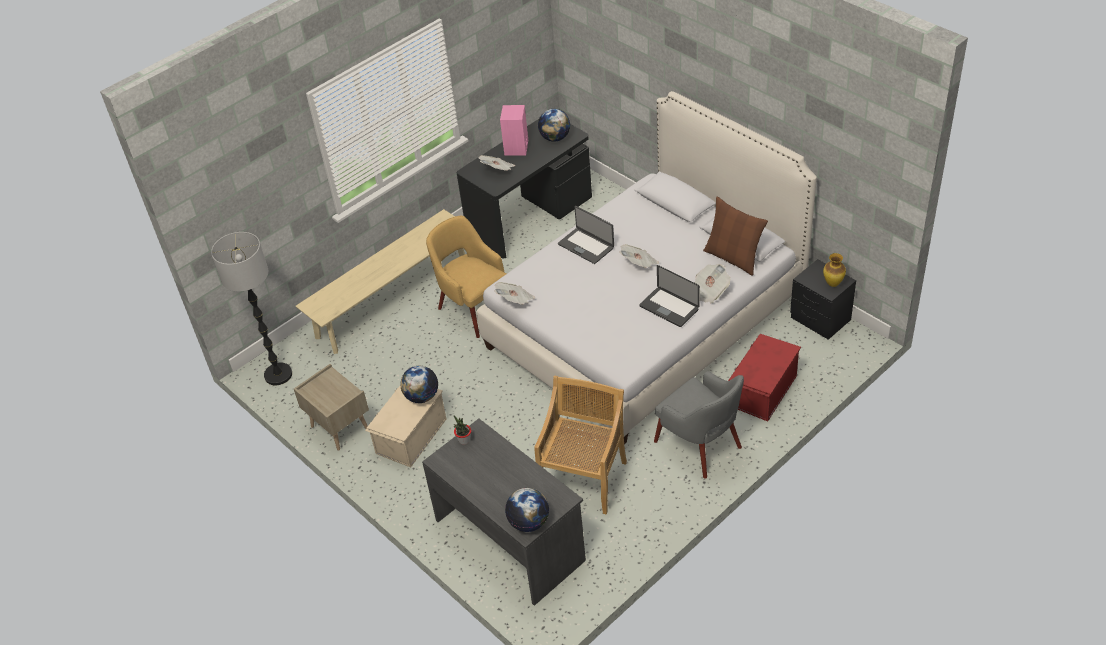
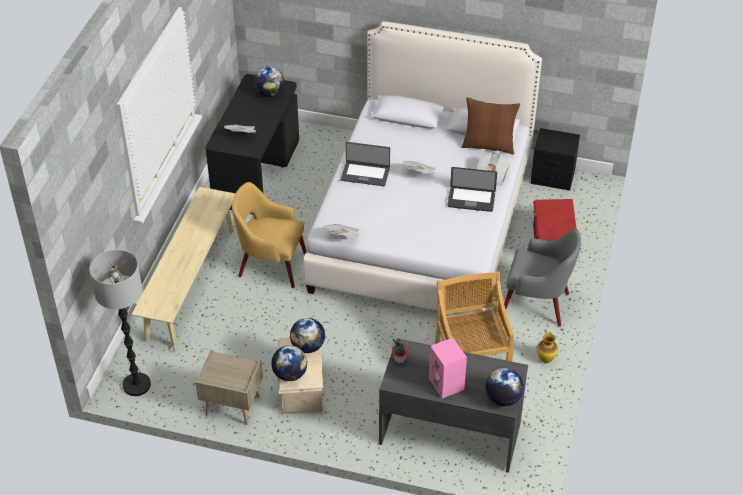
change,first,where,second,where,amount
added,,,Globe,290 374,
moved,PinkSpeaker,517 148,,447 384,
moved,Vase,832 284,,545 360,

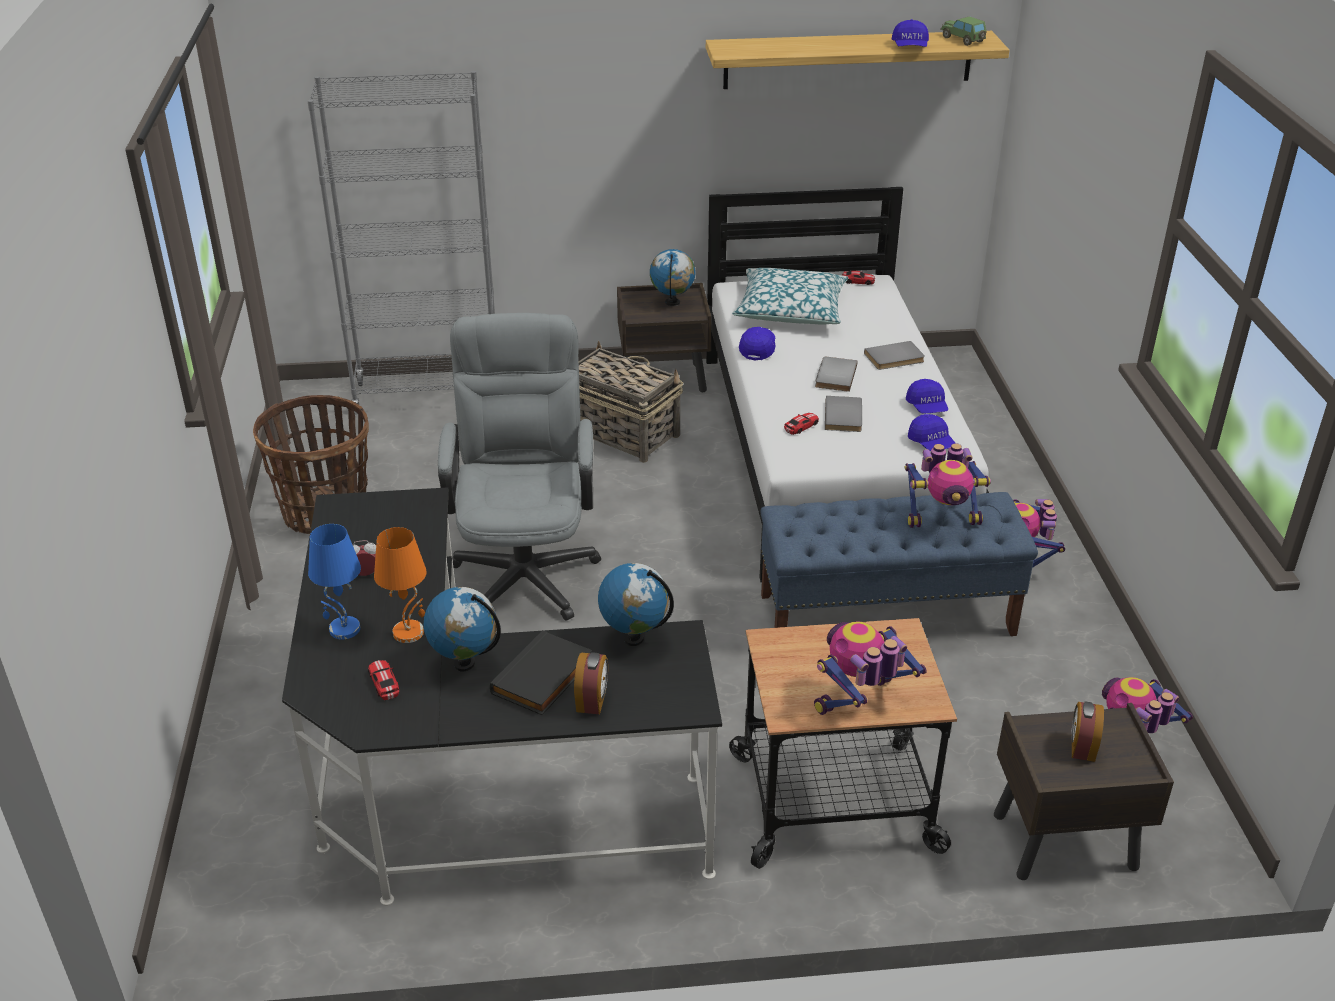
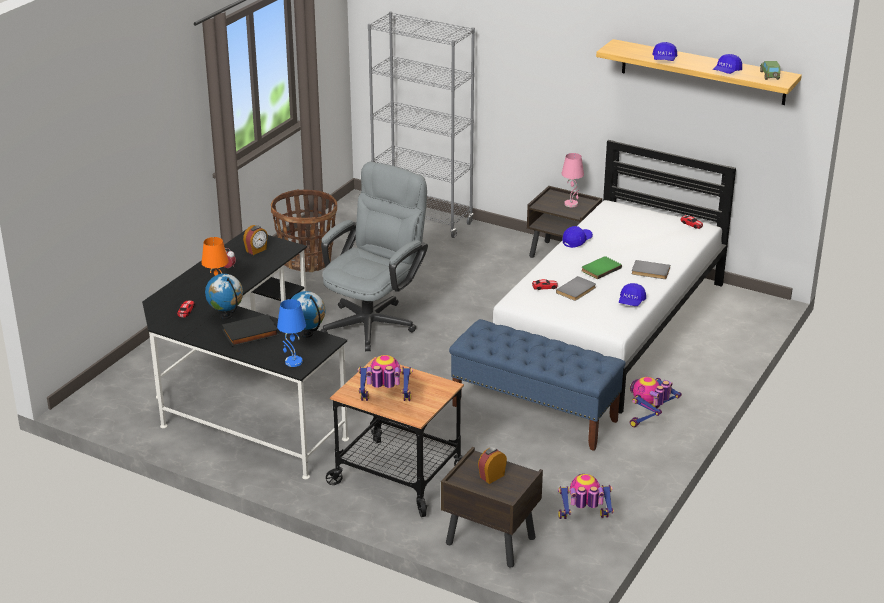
change,first,where,second,where,amount
moved,AlarmClock,592 700,,256 250,
moved,BlueTableLamp,344 630,,293 362,
replaced,Globe,672 302,PinkTableLamp,571 204,
recoloured,GreyBook,834 376,GreenBook,600 269,
moved,BlueCap,931 443,,664 60,
removed,Basket,620 432,,,
removed,Pillow,790 310,,,
removed,ToyRobot,942 518,,,

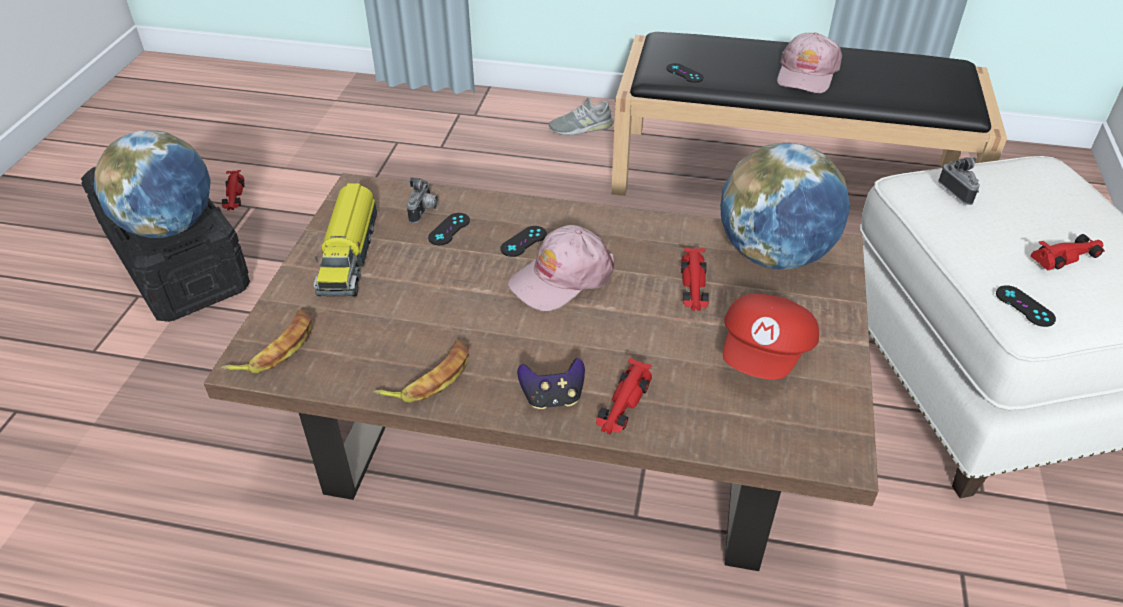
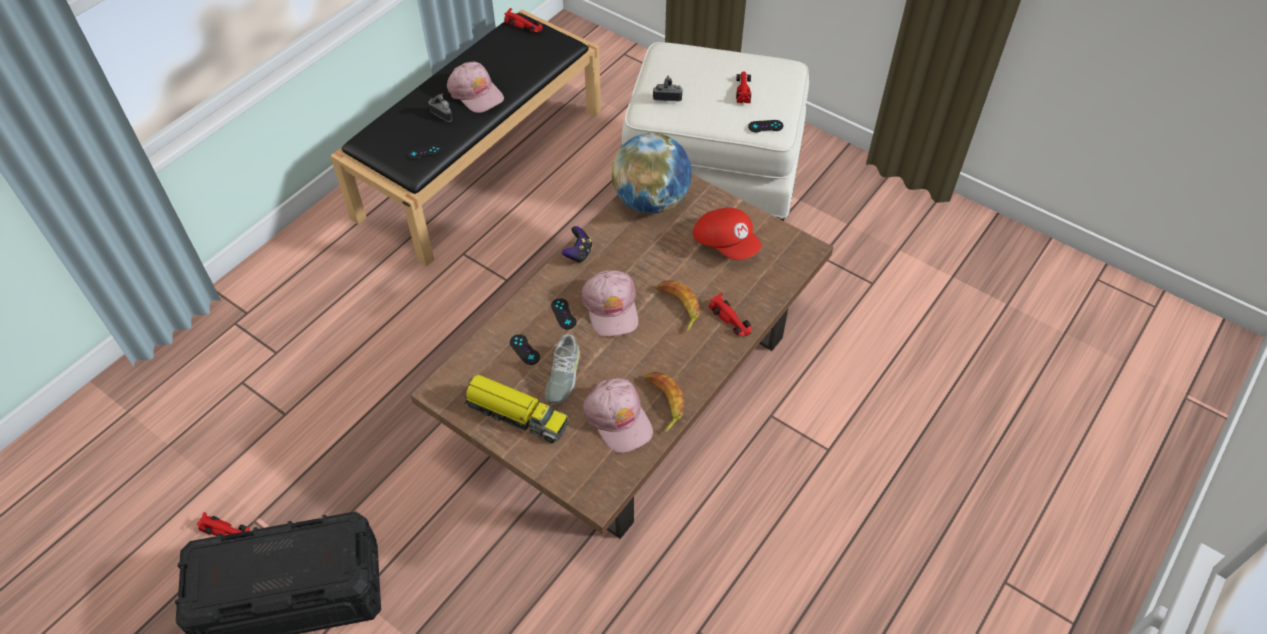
change,first,where,second,where,amount
moved,PhotoCamera,424 212,,443 114,
moved,RedToyCar,694 287,,524 25,
moved,GreyShoe,581 127,,562 375,
moved,GameController,552 398,,578 254,
added,,,PinkCap,618 418,
moved,Banana,276 348,,677 307,
removed,Globe,170 226,,,

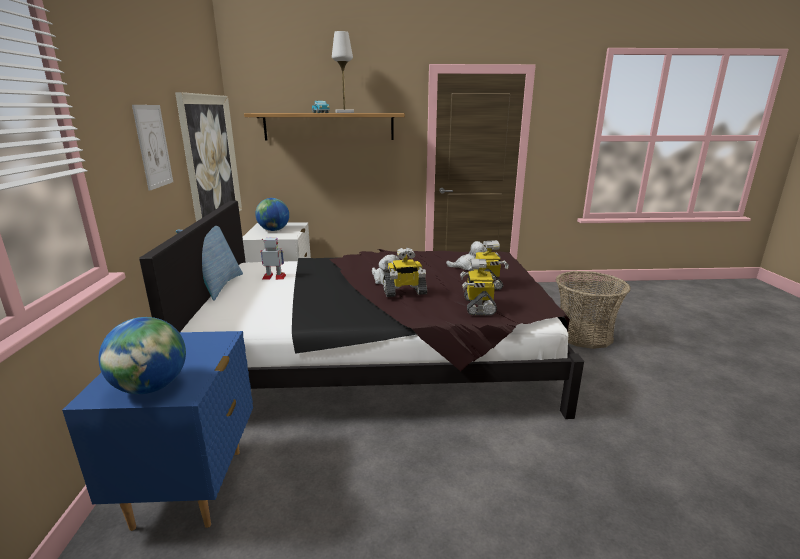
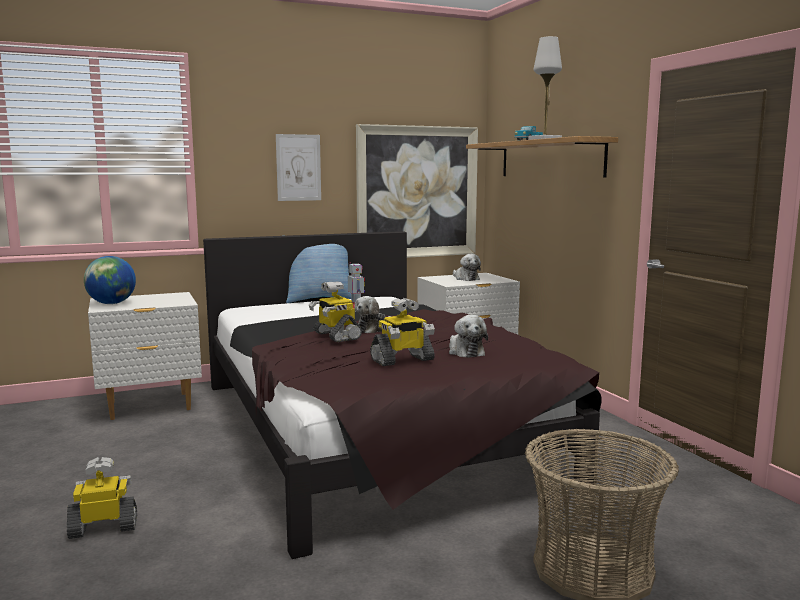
change,first,where,second,where,amount
moved,ToyRobot,478 306,,104 527,
recoloured,BlueNightstand,192 487,WhiteNightstand,150 406,
replaced,Globe,274 230,PlushToy,465 278,

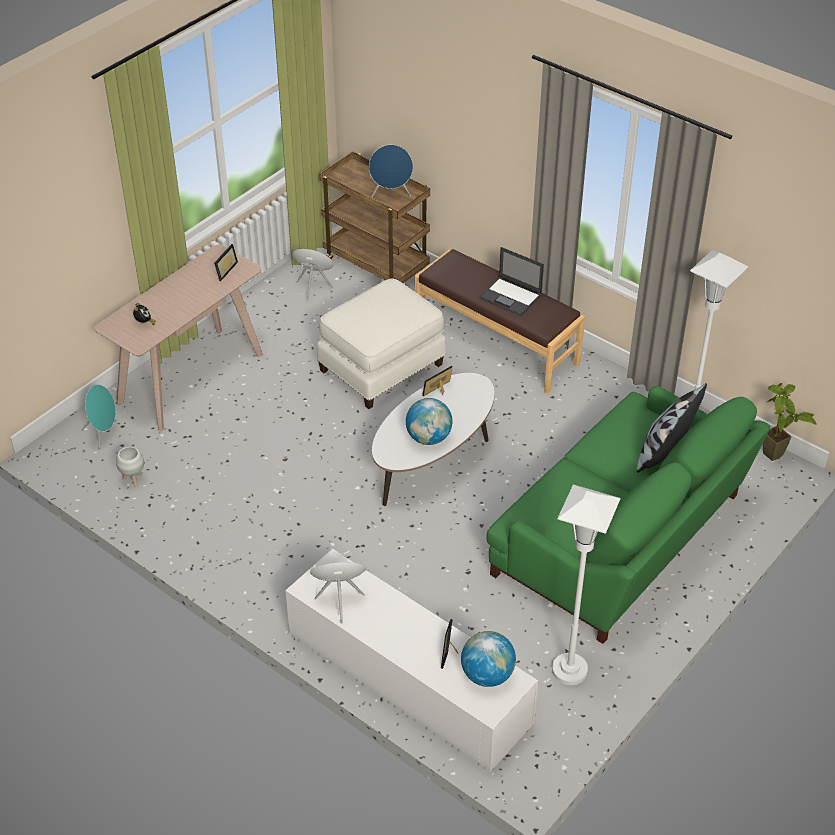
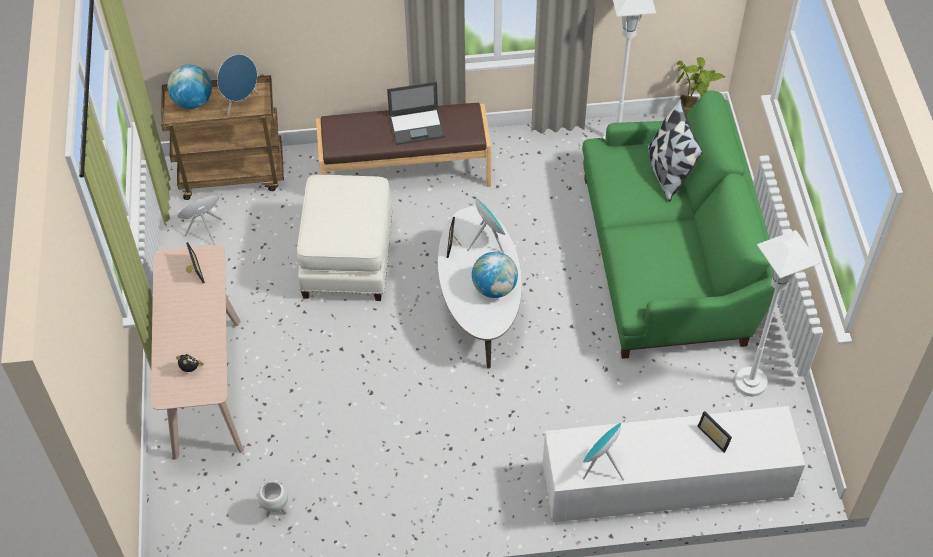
change,first,where,second,where,amount
moved,Globe,487 675,,193 101,
moved,TurquoiseSpeaker,103 434,,487 240,

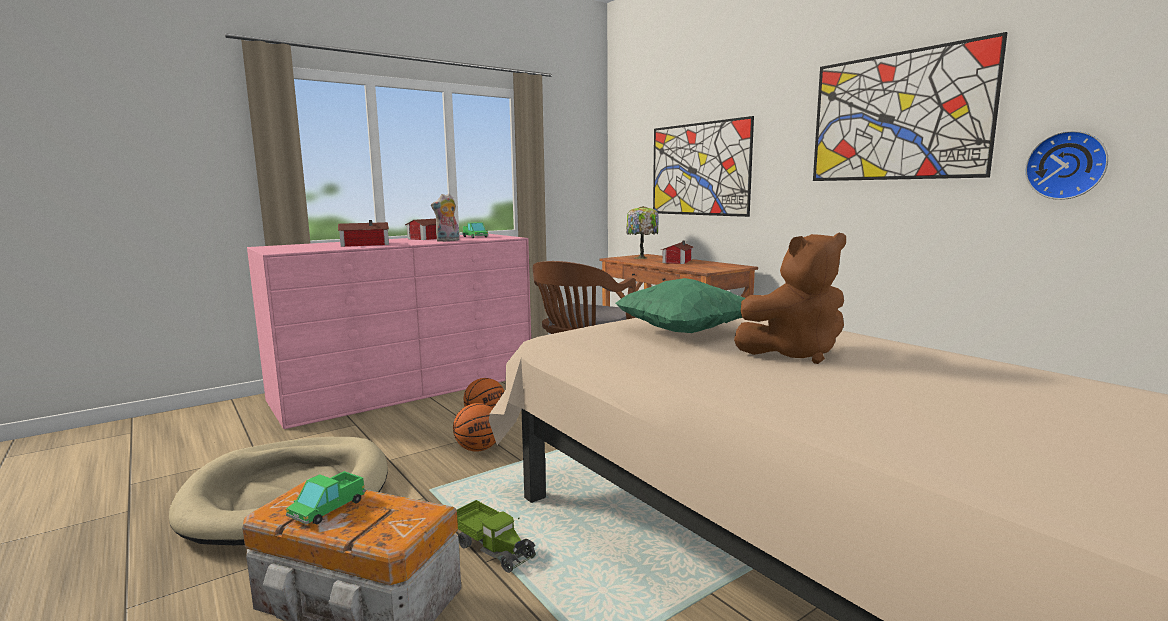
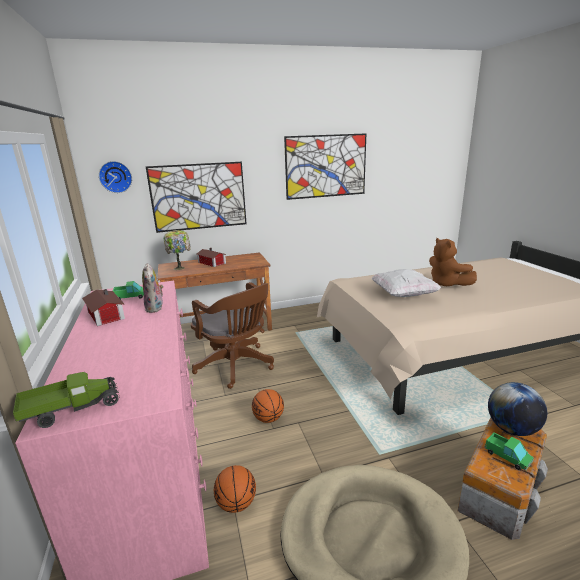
change,first,where,second,where,amount
moved,ToyTruck,492 548,,72 409,
moved,WallClock,1066 165,,115 177,
moved,Basketball,478 449,,236 503,
recoloured,GreenPillow,684 332,WhitePillow,403 295,
turned,BrownPlushToy,794 354,,446 284,150 degrees clockwise
added,,,Globe,512 429,
removed,ToyHouse,363 244,,,

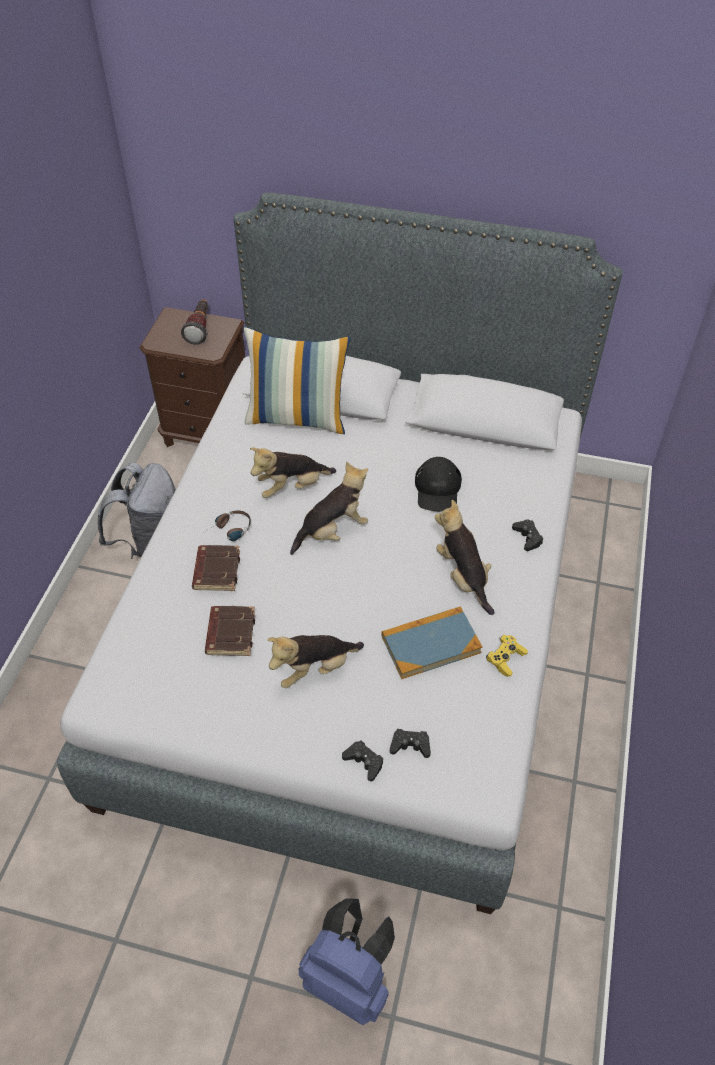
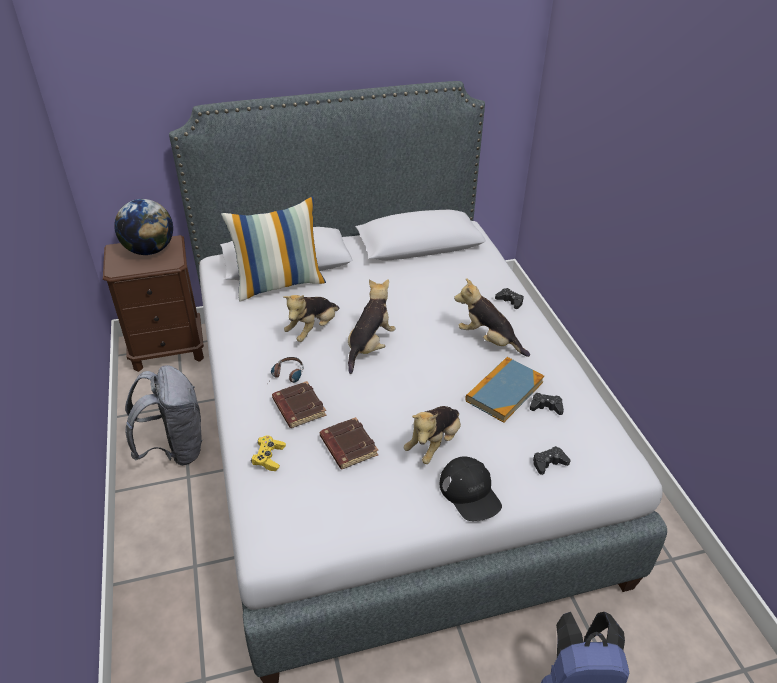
change,first,where,second,where,amount
replaced,Flashlight,200 329,Globe,150 250,
moved,YellowGameController,505 659,,269 458,
moved,BlackCap,437 489,,470 492,
moved,BlackGameController,364 762,,546 407,

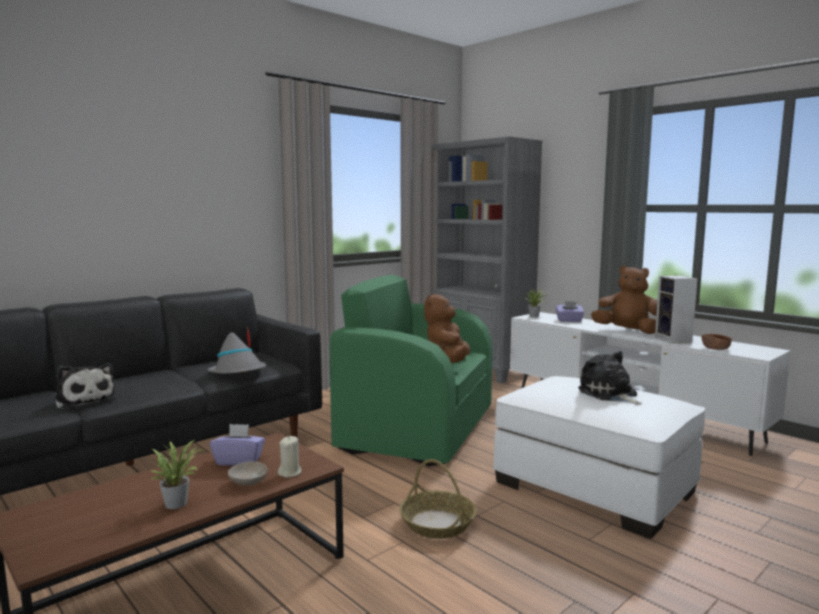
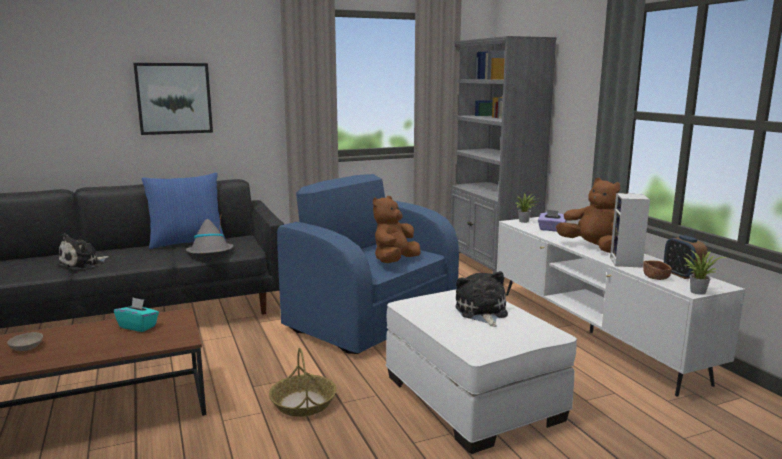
change,first,where,second,where,amount
moved,BeigeBowl,247 481,,26 348,
turned,PlushToy,84 400,,83 264,60 degrees clockwise
recoloured,PurpleTissueBox,239 461,TurquoiseTissueBox,138 326,
added,,,Picture,174 98,
added,,,BluePillow,187 242,
recoloured,GreenArmchair,417 428,BlueArmchair,372 318,
added,,,AlarmClock,682 275,
moved,PottedPlant,176 502,,697 291,
removed,BeigeCandle,290 473,,,

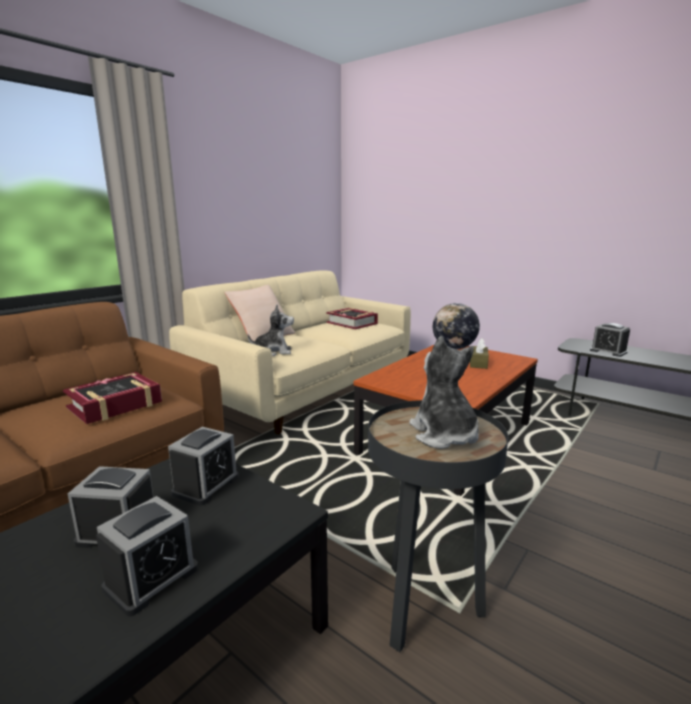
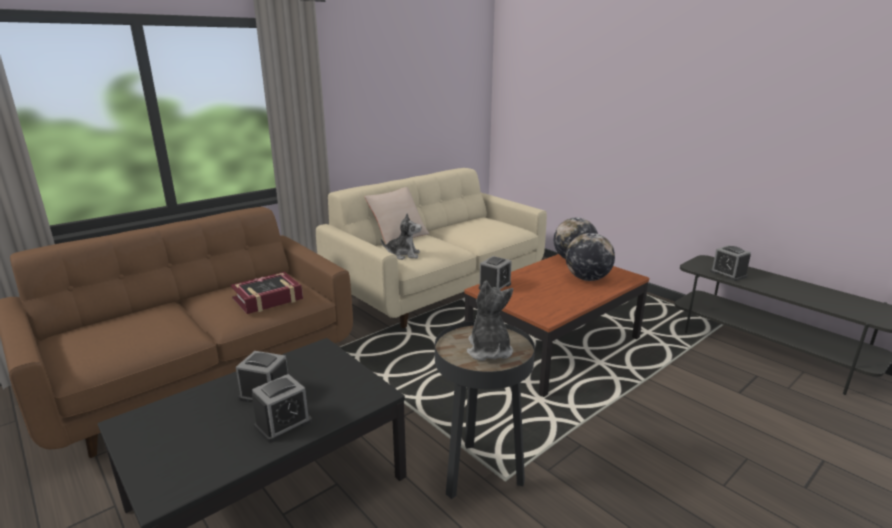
change,first,where,second,where,amount
moved,AlarmClock,206 485,,495 286,
replaced,BrownTissueBox,478 363,Globe,587 279,
removed,Book,352 323,,,

